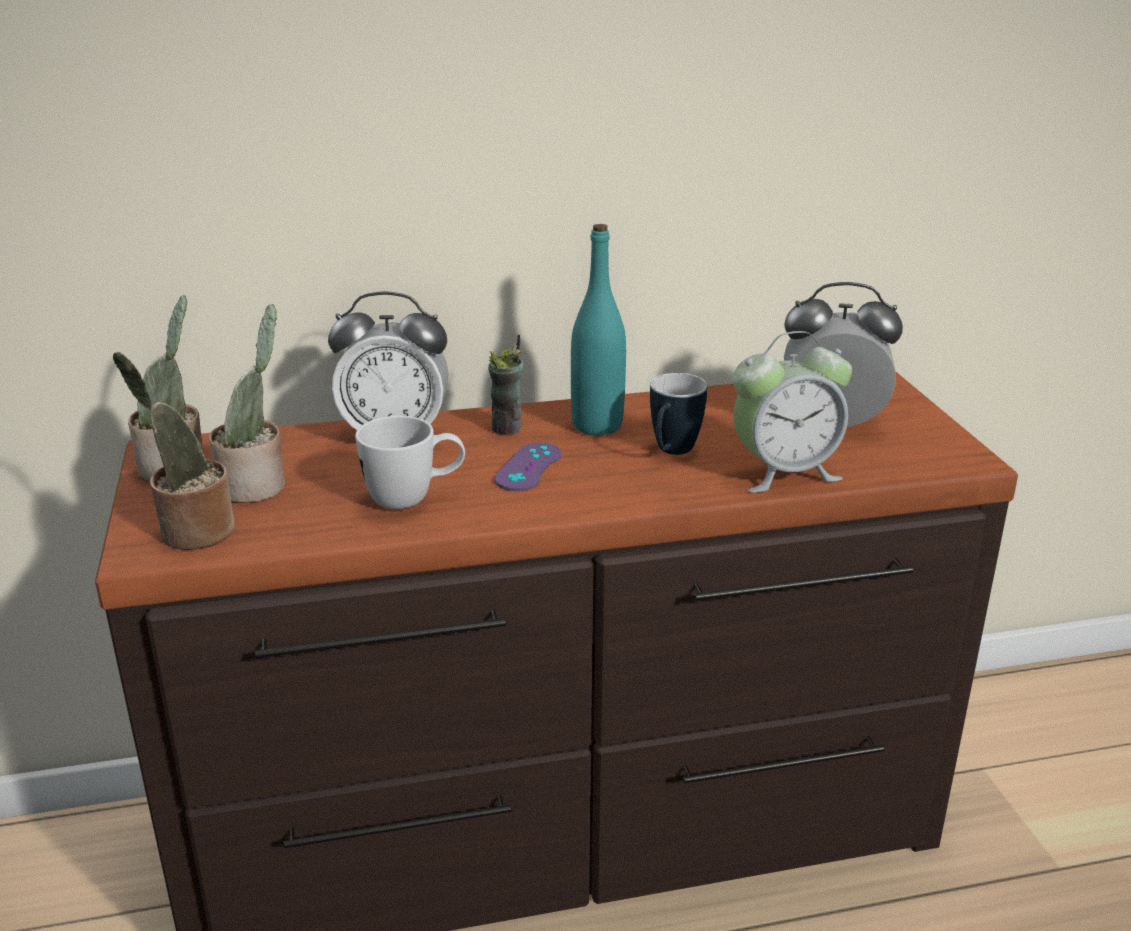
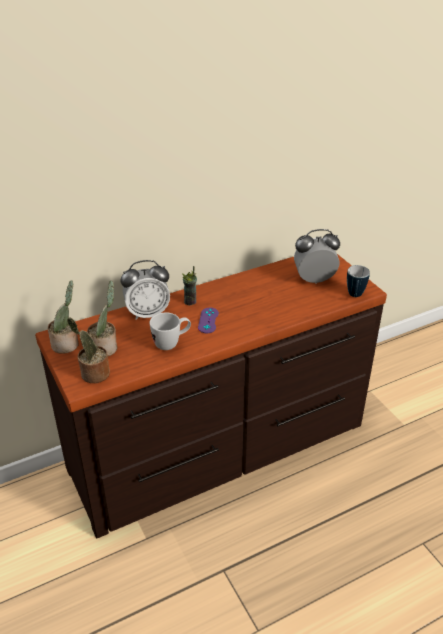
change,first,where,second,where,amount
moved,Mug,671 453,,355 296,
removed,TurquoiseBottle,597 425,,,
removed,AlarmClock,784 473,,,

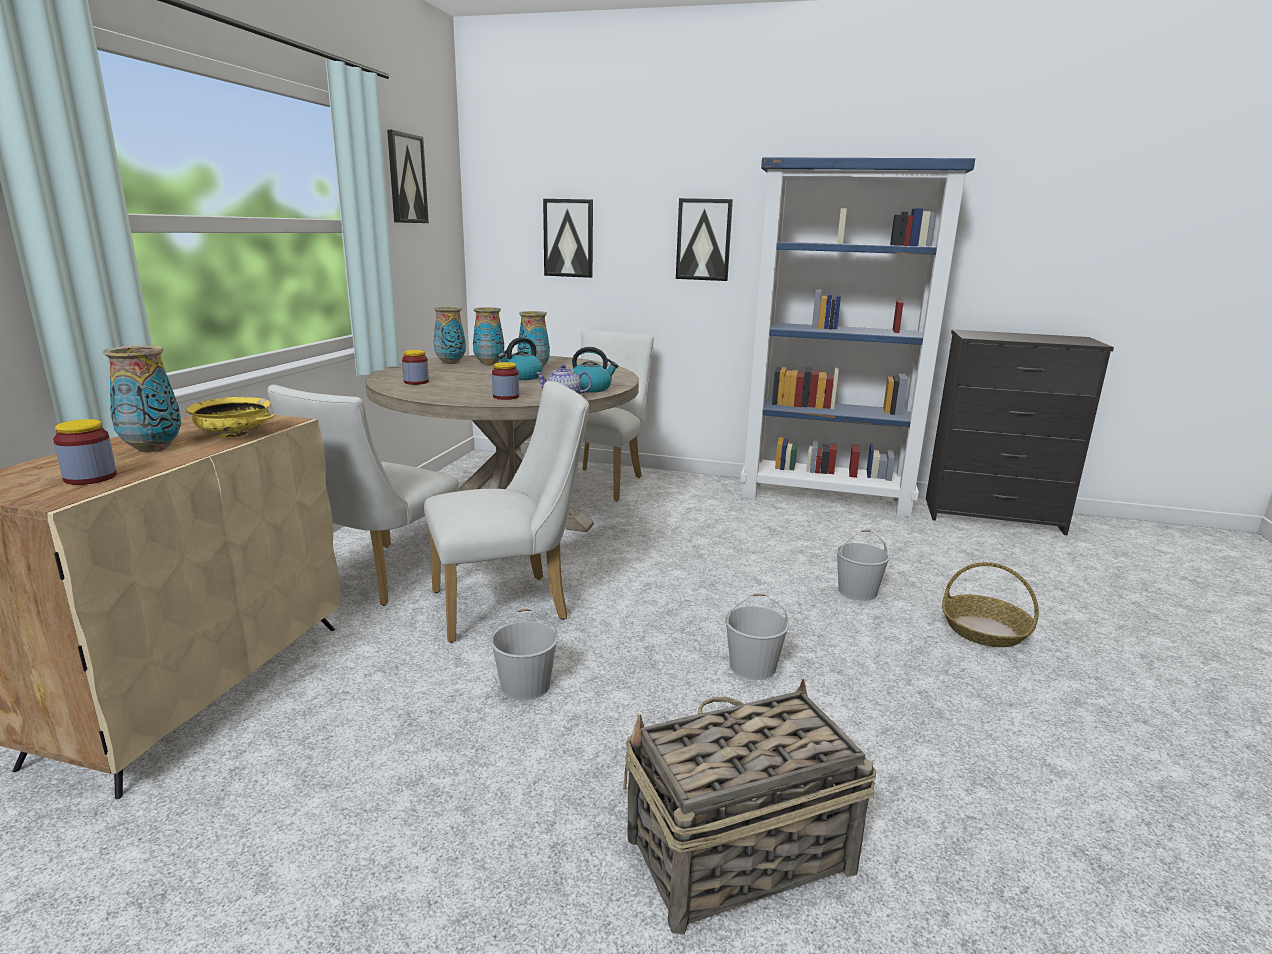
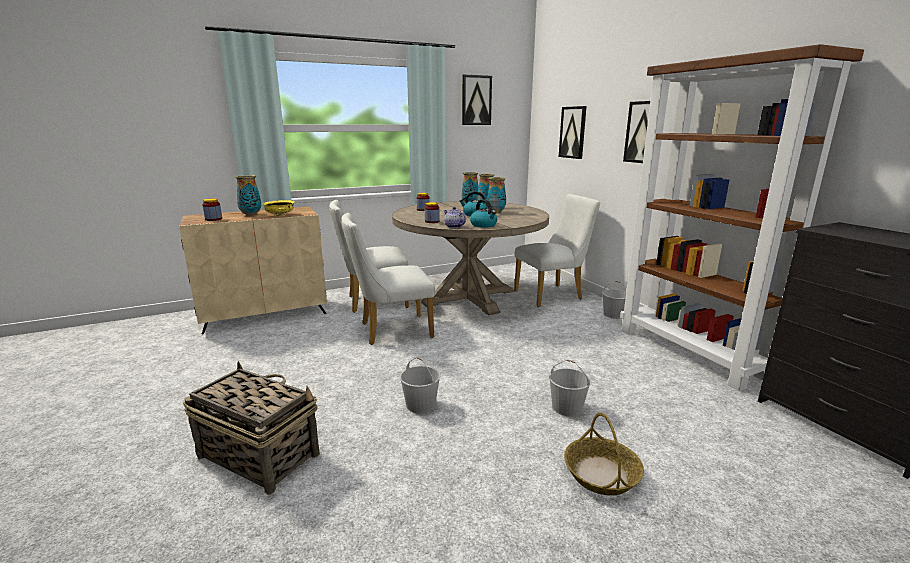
change,first,where,second,where,amount
turned,WhiteChair,510 604,,390 330,135 degrees clockwise
moved,WhiteBucket,526 685,,614 314,
recoloured,BlueBookcase,826 498,BrownBookcase,690 353,

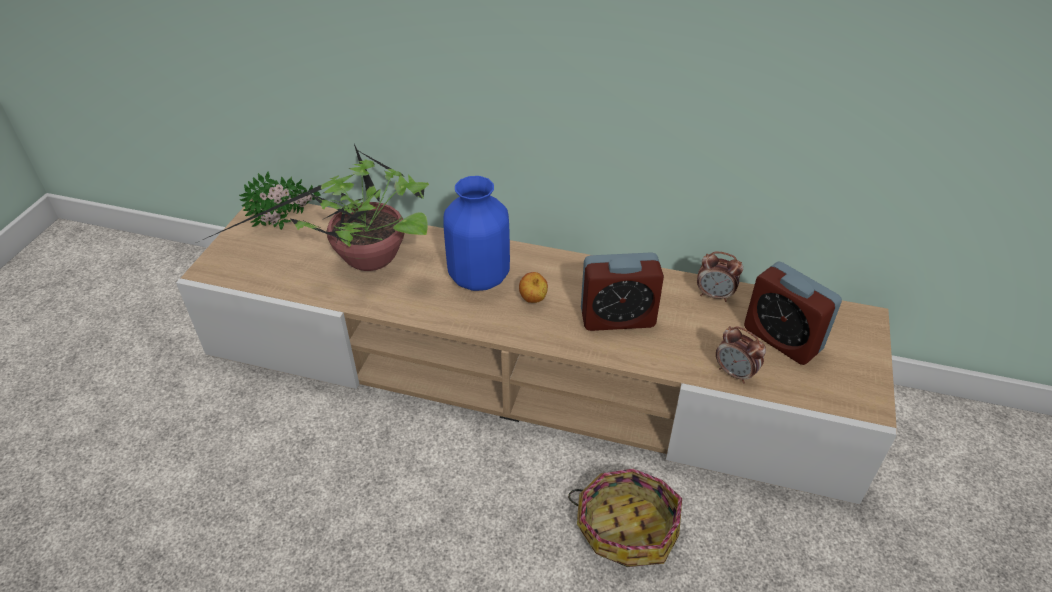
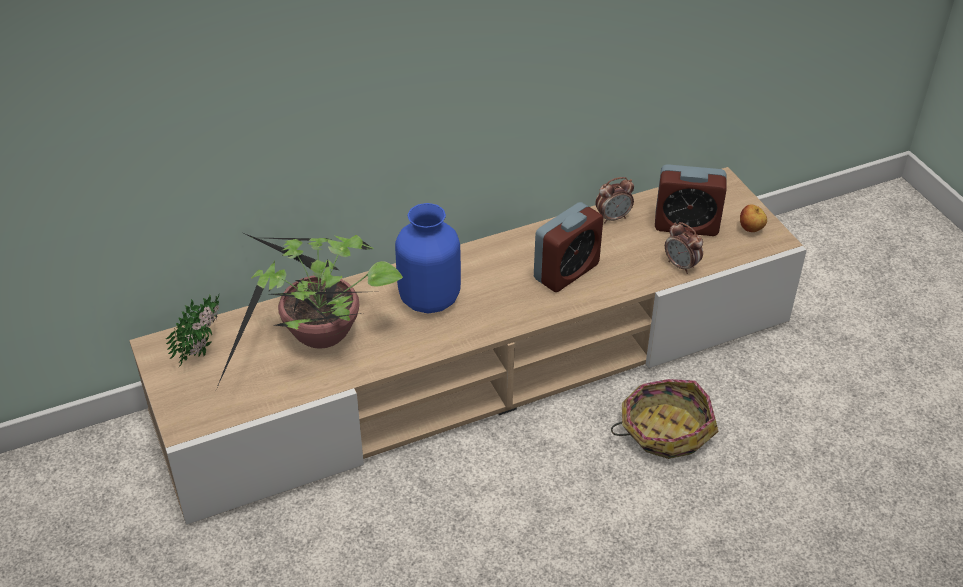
change,first,where,second,where,amount
turned,AlarmClock,735 373,,681 265,45 degrees clockwise
moved,Apple,533 299,,751 229,

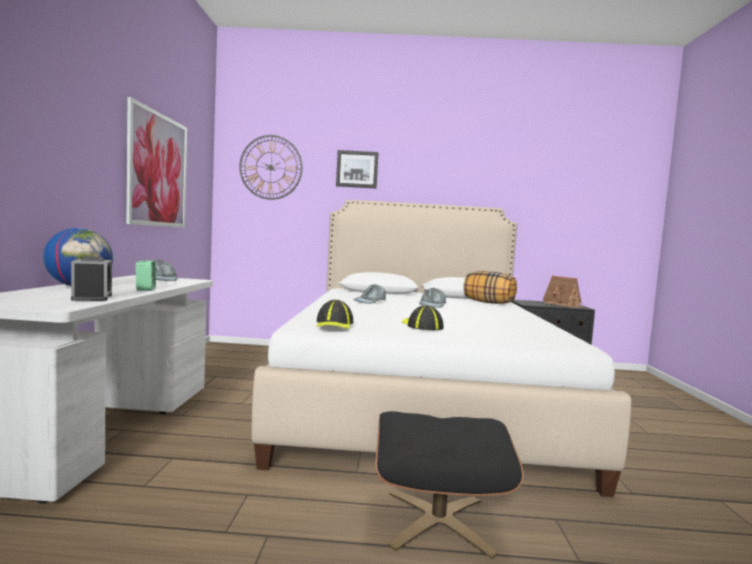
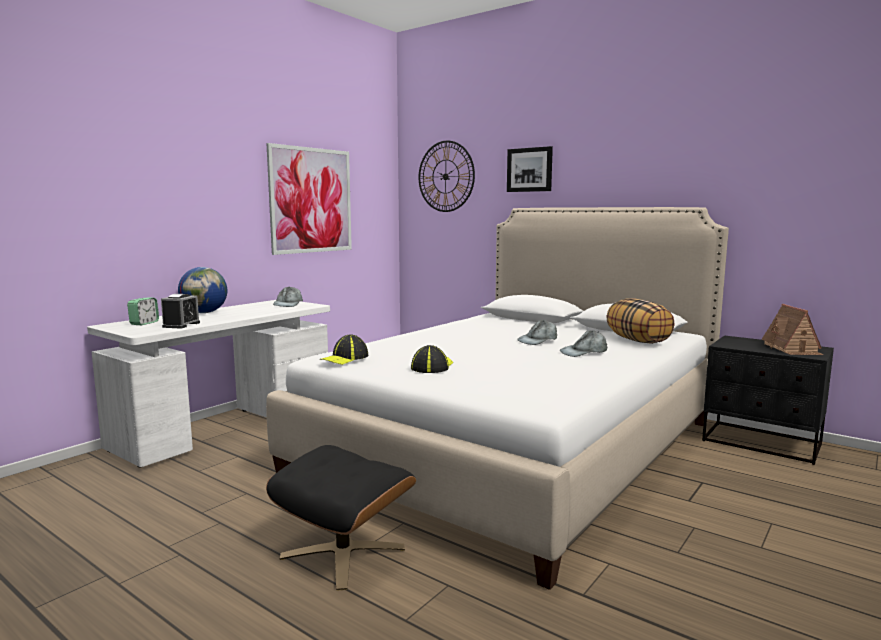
change,first,where,second,where,amount
moved,AlarmClock,145 289,,144 323,
moved,GreyCap,370 301,,584 352,

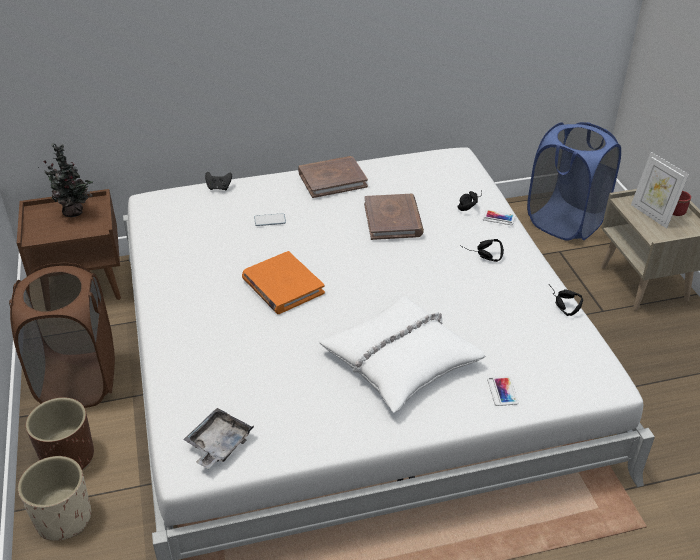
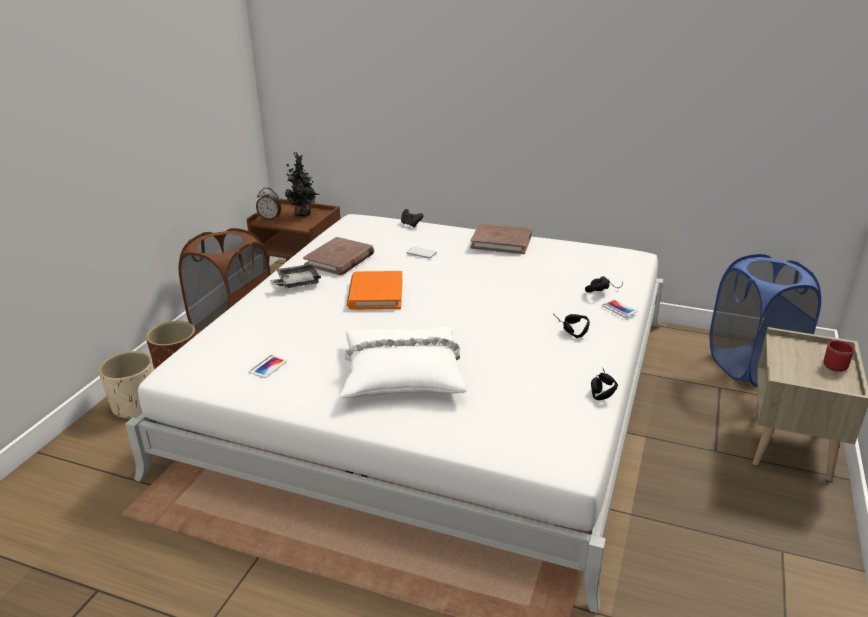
change,first,where,second,where,amount
moved,Phone,502 391,,268 366,
added,,,AlarmClock,270 218,
moved,GreyTray,218 444,,297 282,
moved,BrownBook,393 220,,339 259,
removed,PictureFrame,652 215,,,

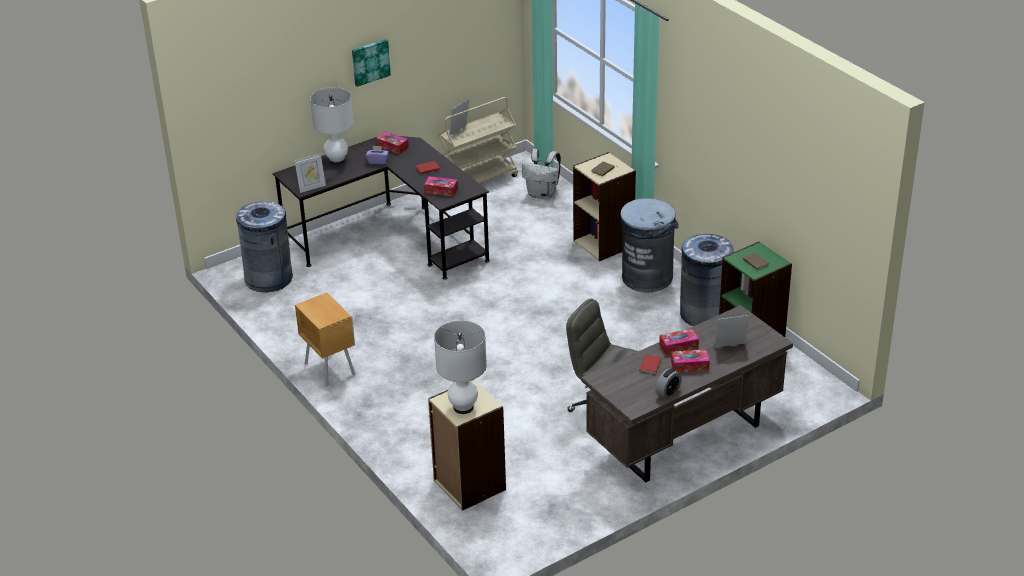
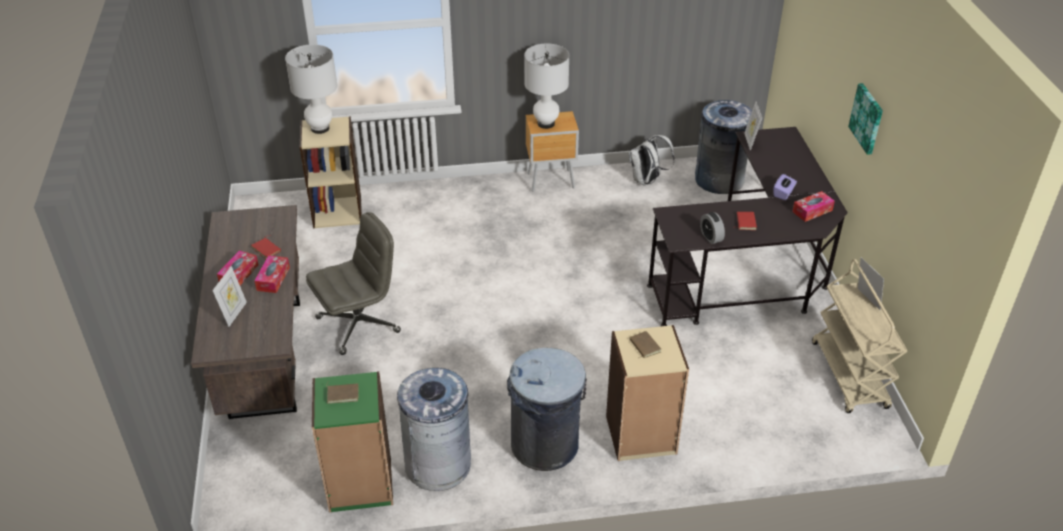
change,first,where,second,where,amount
moved,WhiteTableLamp,336 161,,546 123,
moved,WhiteBackpack,543 194,,647 181,
moved,AlarmClock,668 392,,711 237,
removed,TissueBox,441 190,,,

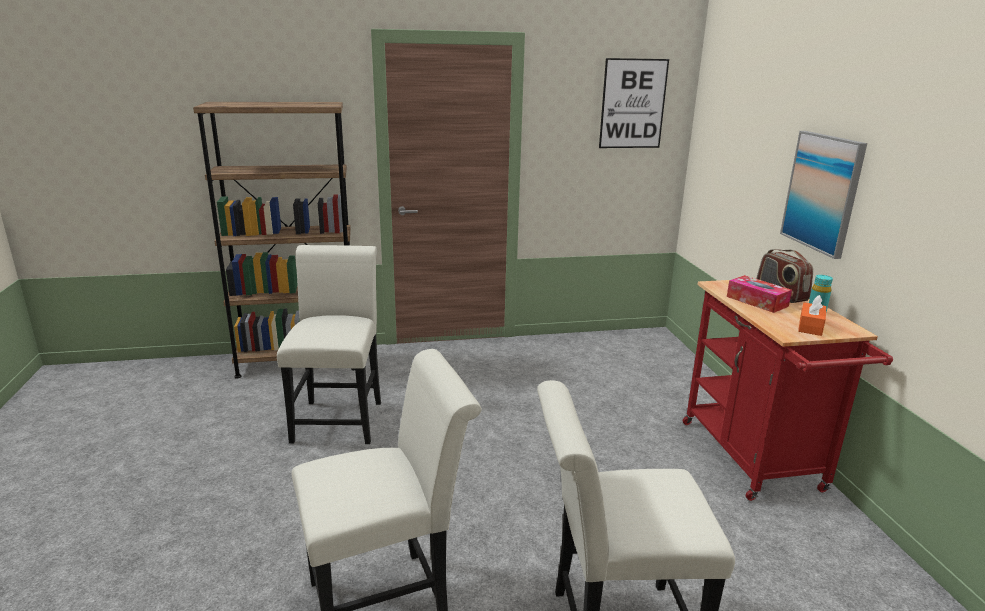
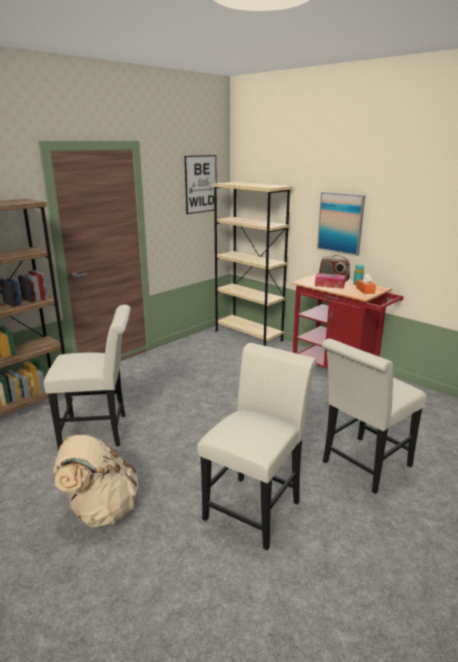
change,first,where,second,where,amount
turned,WhiteChair,339 417,,100 431,120 degrees clockwise
added,,,BeigeBackpack,101 510,
added,,,BeigeBookcase,248 335,

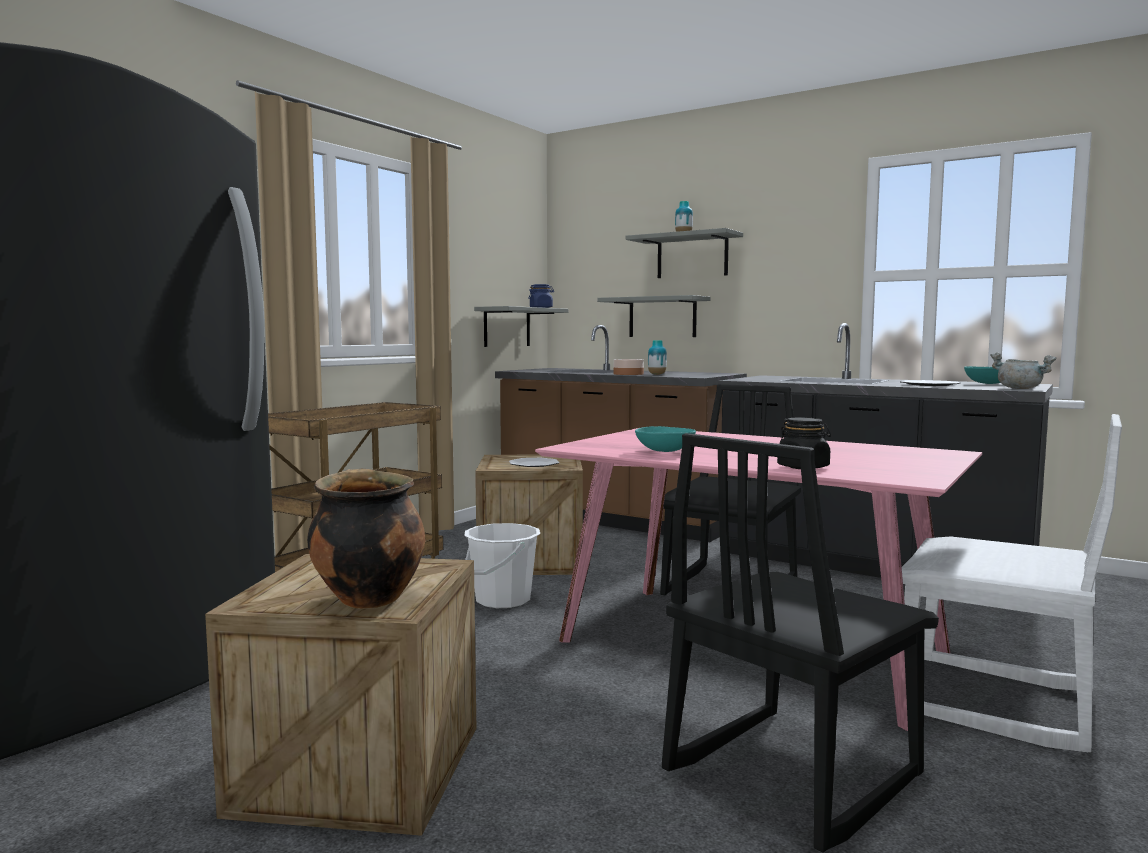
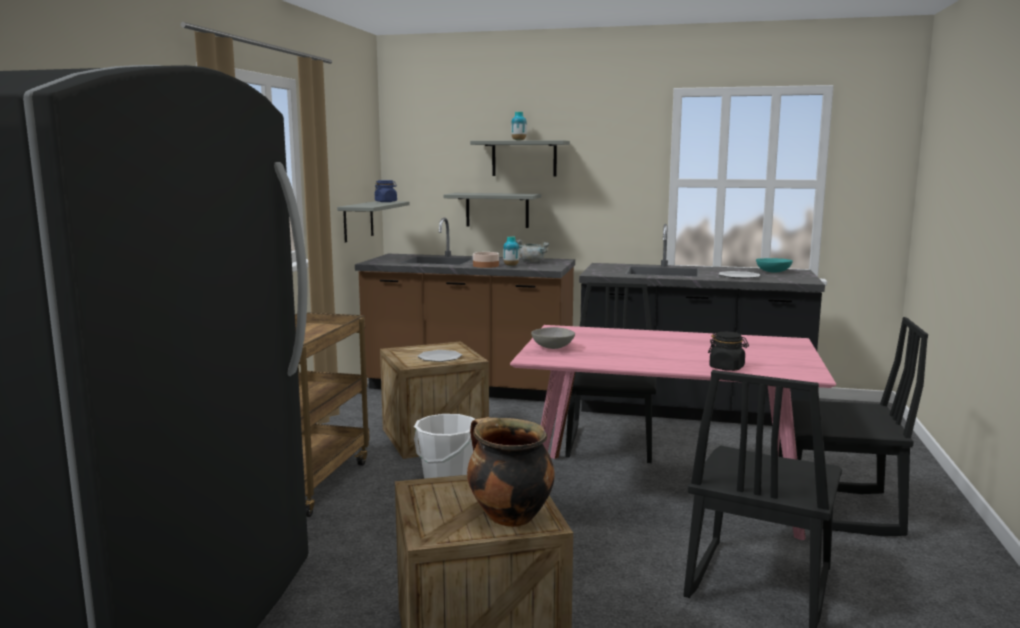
change,first,where,second,where,amount
moved,GreyCookingPot,1020 388,,532 262,
added,,,GreyBowl,552 348,
recoloured,WhiteChair,995 703,BlackChair,836 510,
removed,TurquoiseBowl,664 451,,,

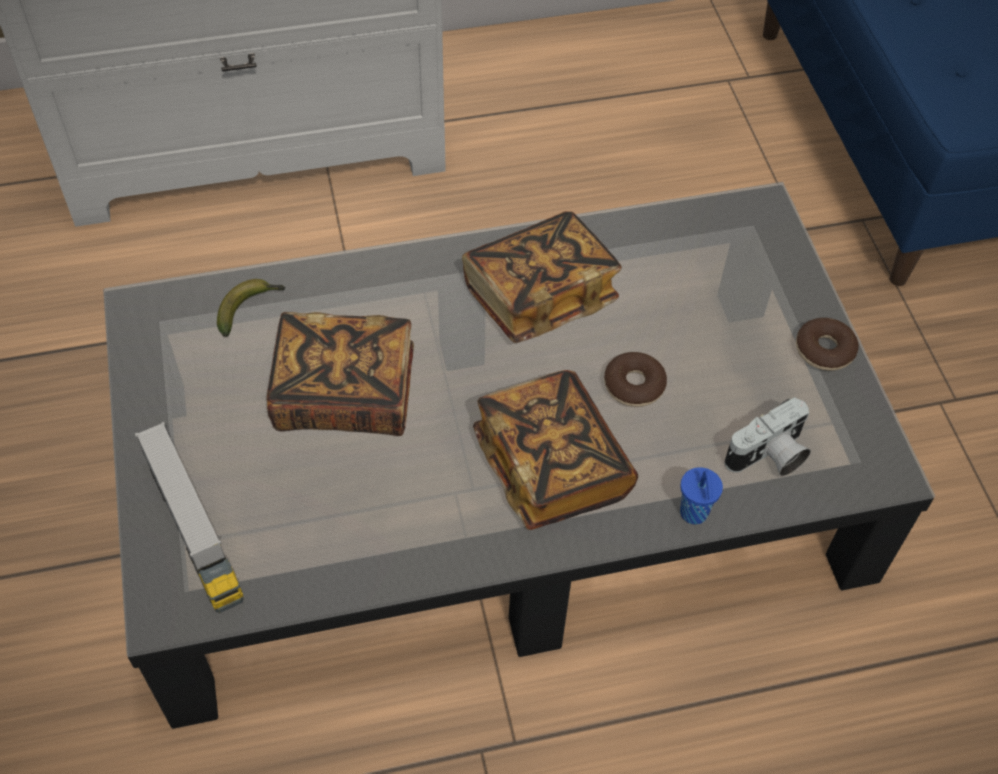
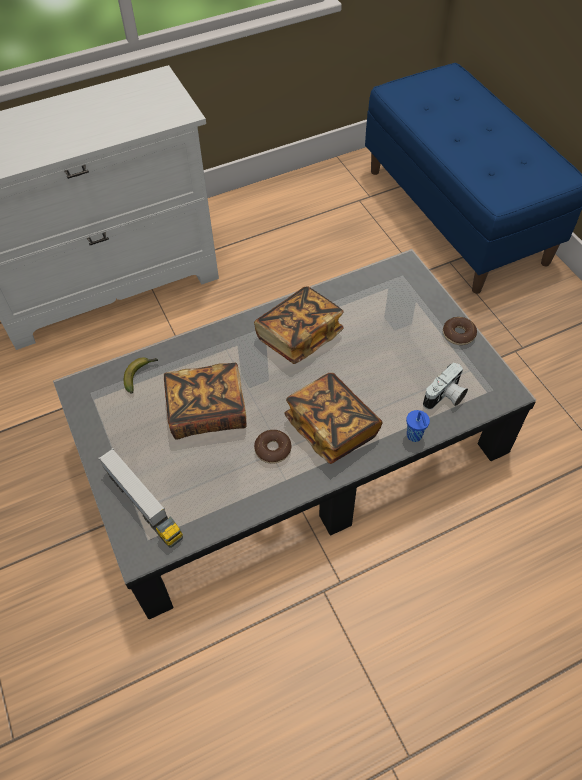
change,first,where,second,where,amount
moved,Donut,634 385,,273 449,

